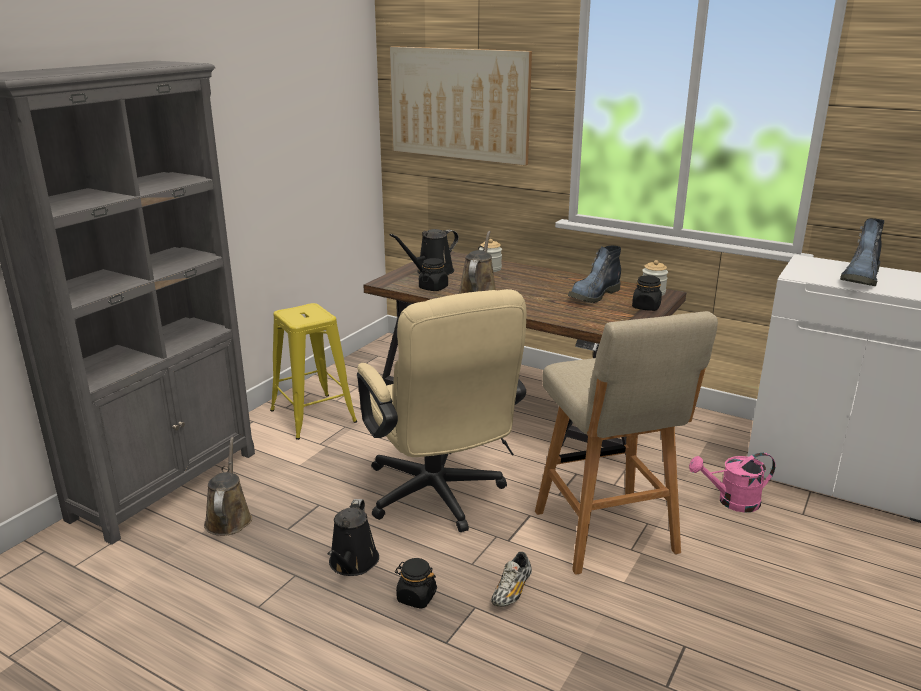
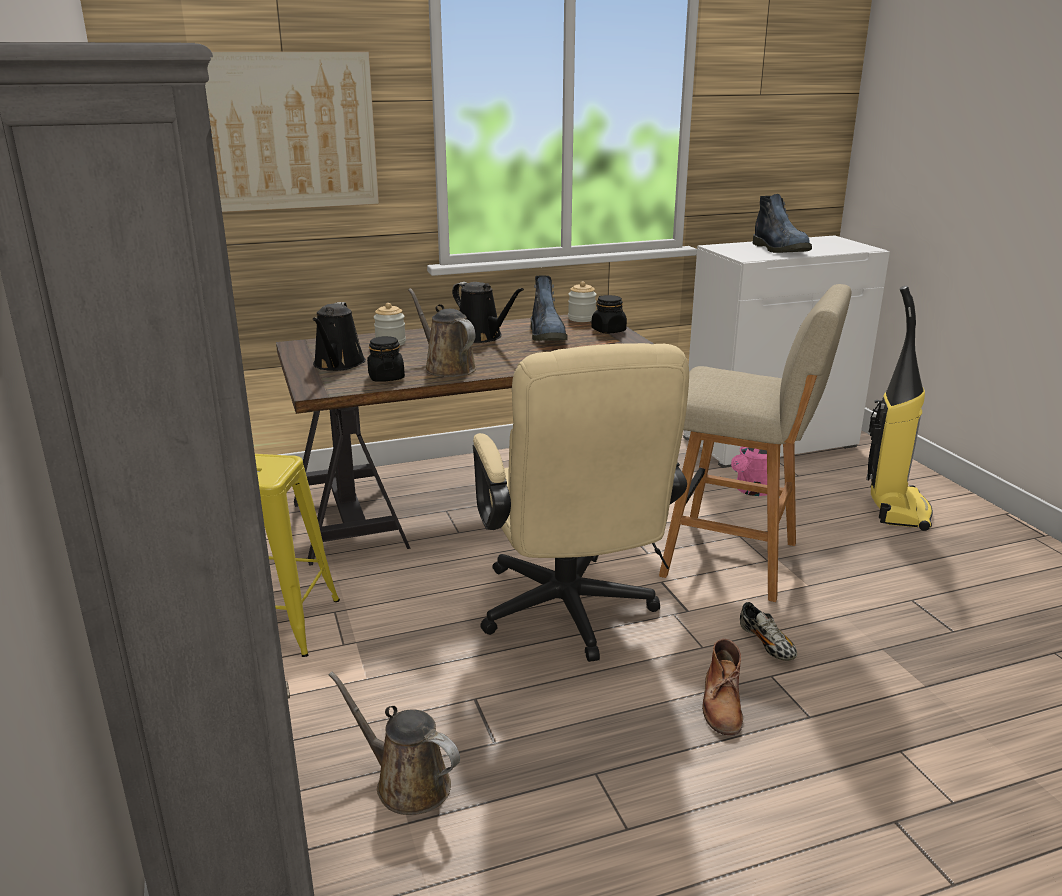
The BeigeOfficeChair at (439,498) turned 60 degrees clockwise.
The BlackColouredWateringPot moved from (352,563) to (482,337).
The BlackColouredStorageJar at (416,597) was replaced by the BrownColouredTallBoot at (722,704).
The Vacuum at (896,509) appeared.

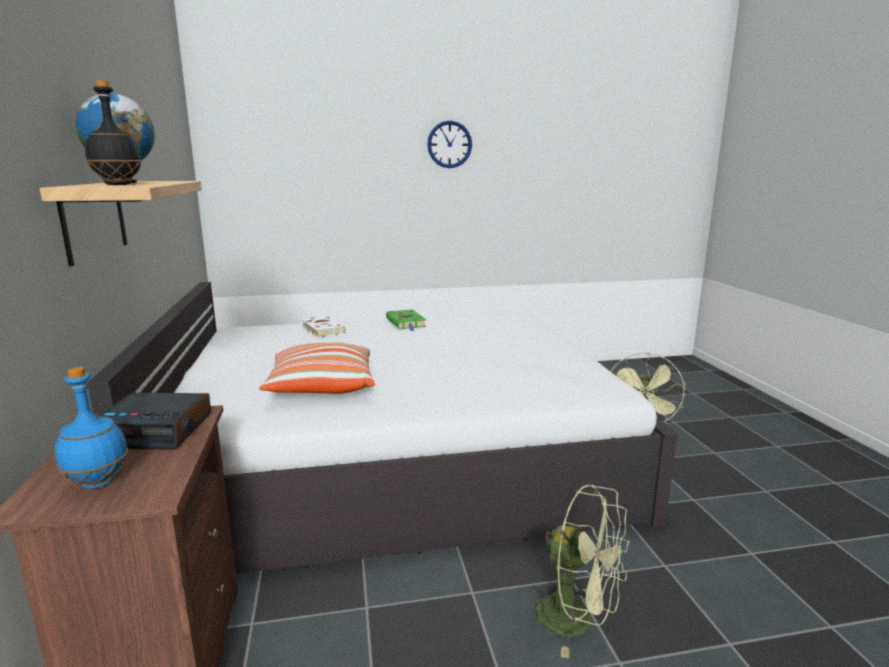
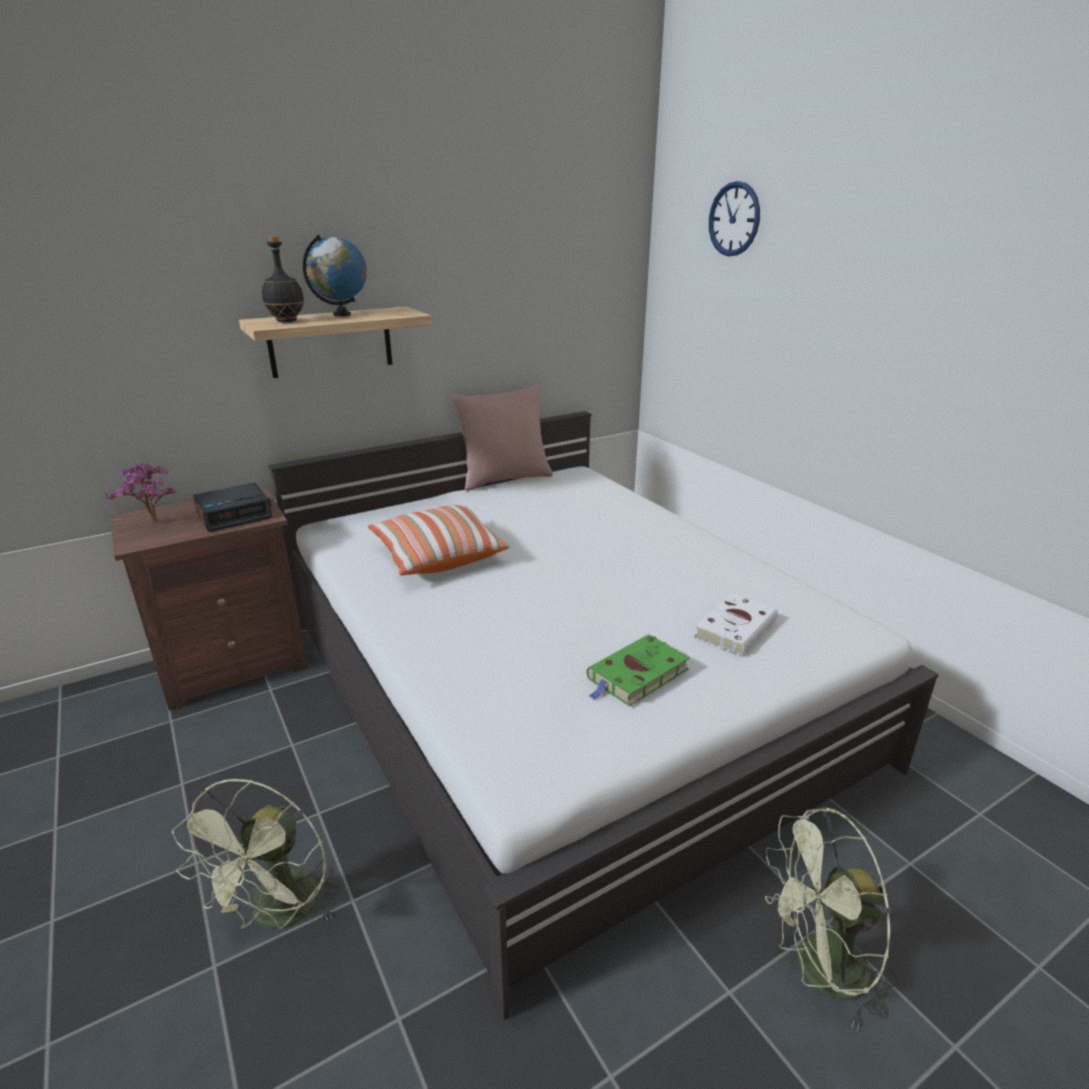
The ClockOnTheWall moved from (449,144) to (734,219).
The GreenColouredBook moved from (406,323) to (636,675).
The WhiteColouredBook moved from (322,329) to (736,627).
The BlueColouredBeverageBottle at (97,483) was replaced by the PlantInAPot at (154,524).
The BedsideClock at (158,430) turned 105 degrees counterclockwise.
The PinkThrowPillow at (504,479) appeared.

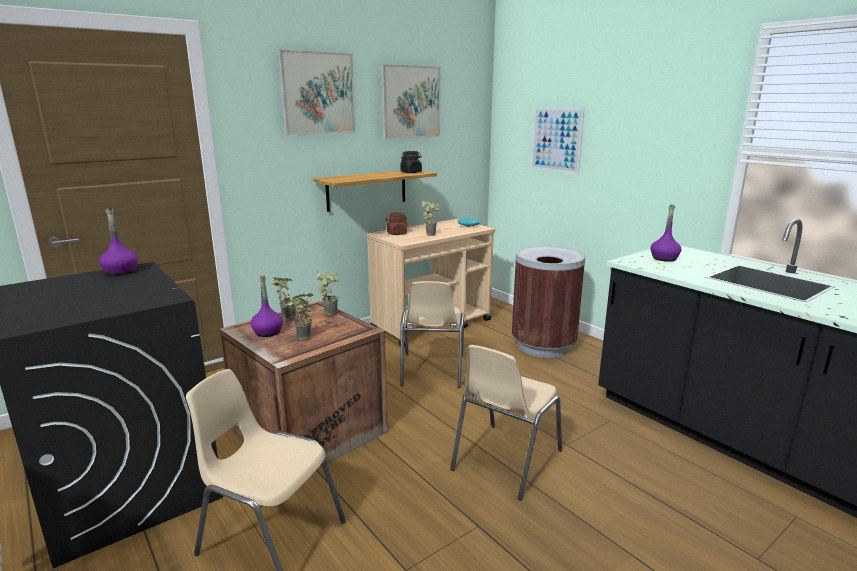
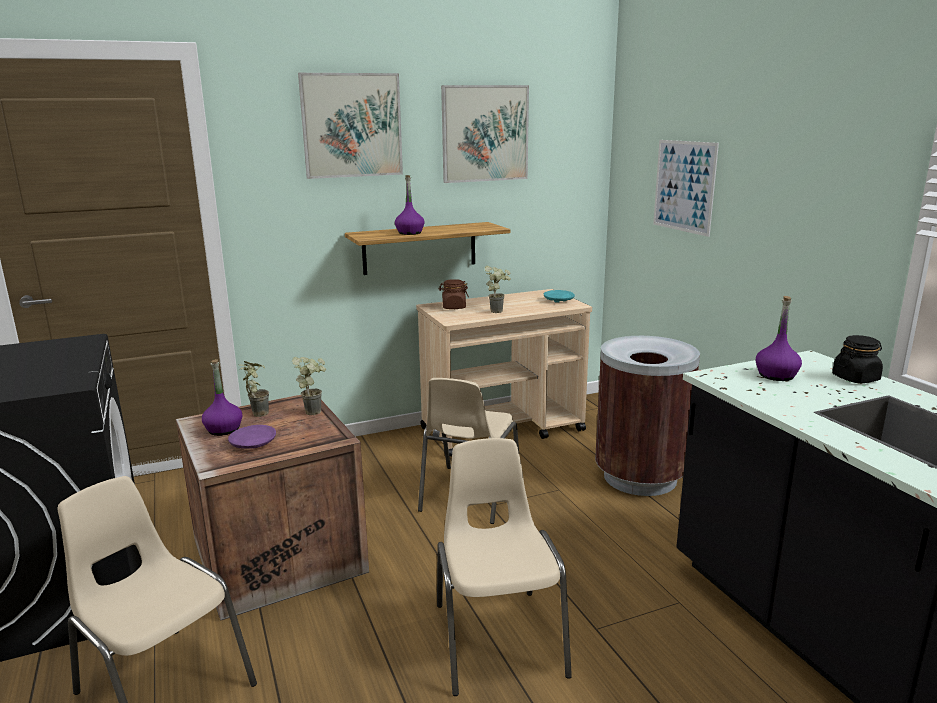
The BlackColouredStorageJar moved from (411,172) to (855,378).
The PurplishBeverageBottle moved from (121,272) to (409,233).
The PlantInAPot at (301,340) was replaced by the PurplishPlate at (253,444).
The BeigeUprightChair at (504,460) turned 120 degrees clockwise.

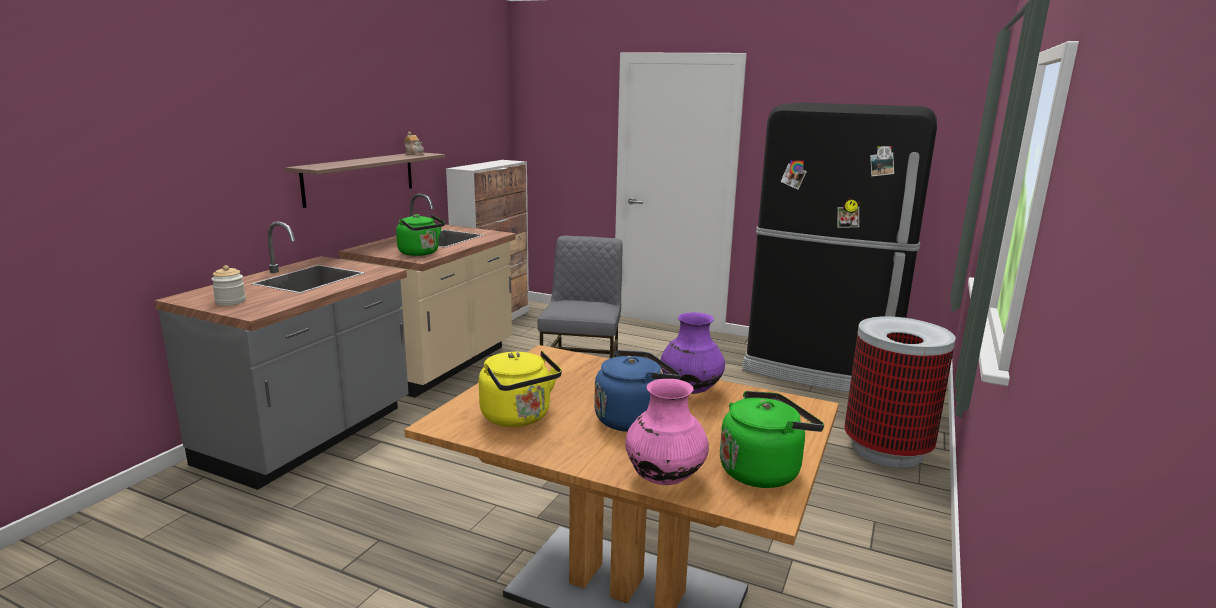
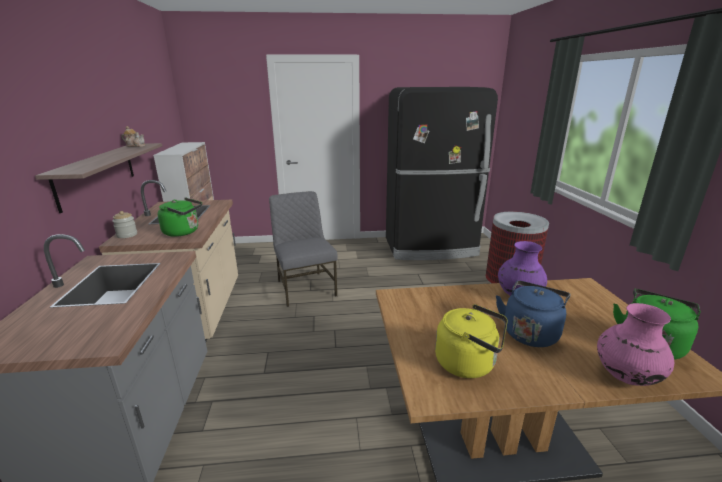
The StorageJar moved from (230,301) to (127,235).

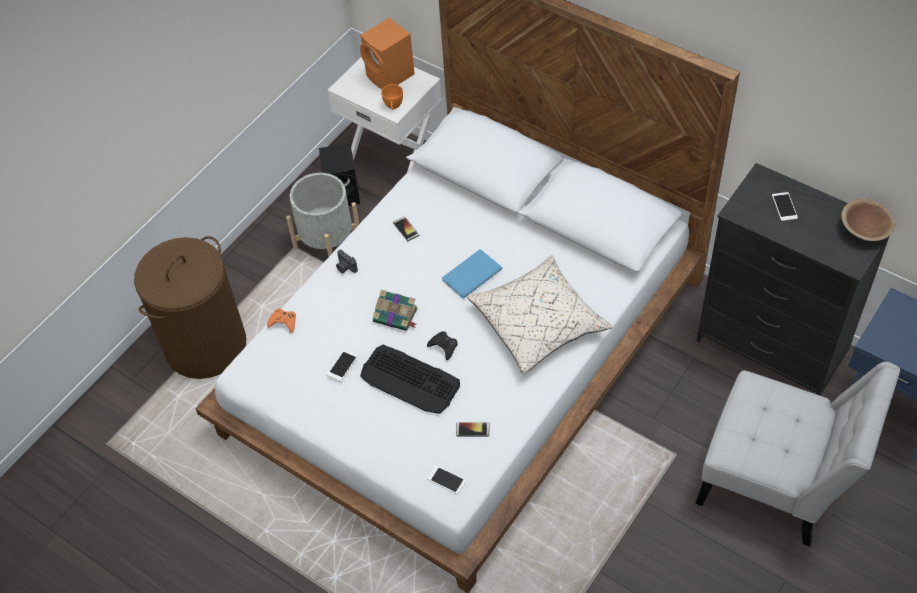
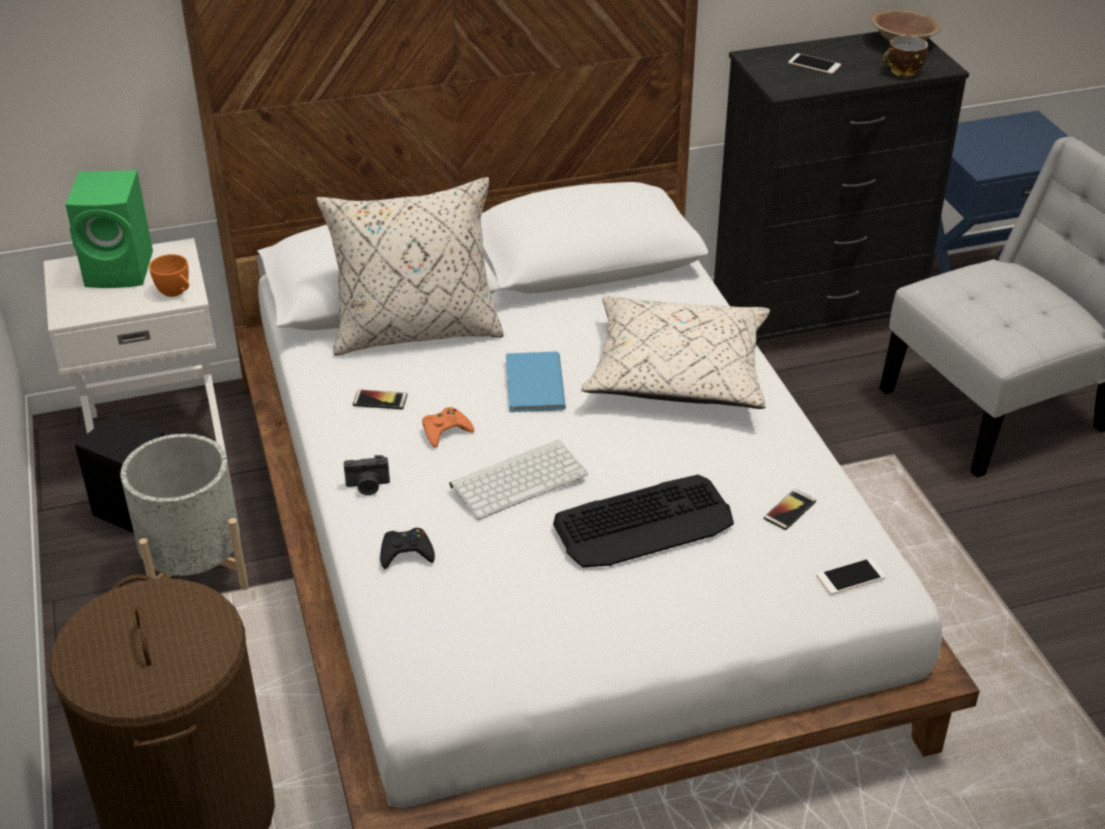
The OrangeyAudioSpeaker at (390,76) became the GreenColouredAudioSpeaker at (122,270).
The Book at (396,315) was replaced by the PcKeyboard at (519,478).
The OrangeyGameController moved from (283,322) to (445,431).
The BlackColouredGameController moved from (444,346) to (406,553).
The Telephone at (342,365) disappeared.
The Cup at (903,72) appeared.
The BeigeThrowPillow at (416,331) appeared.

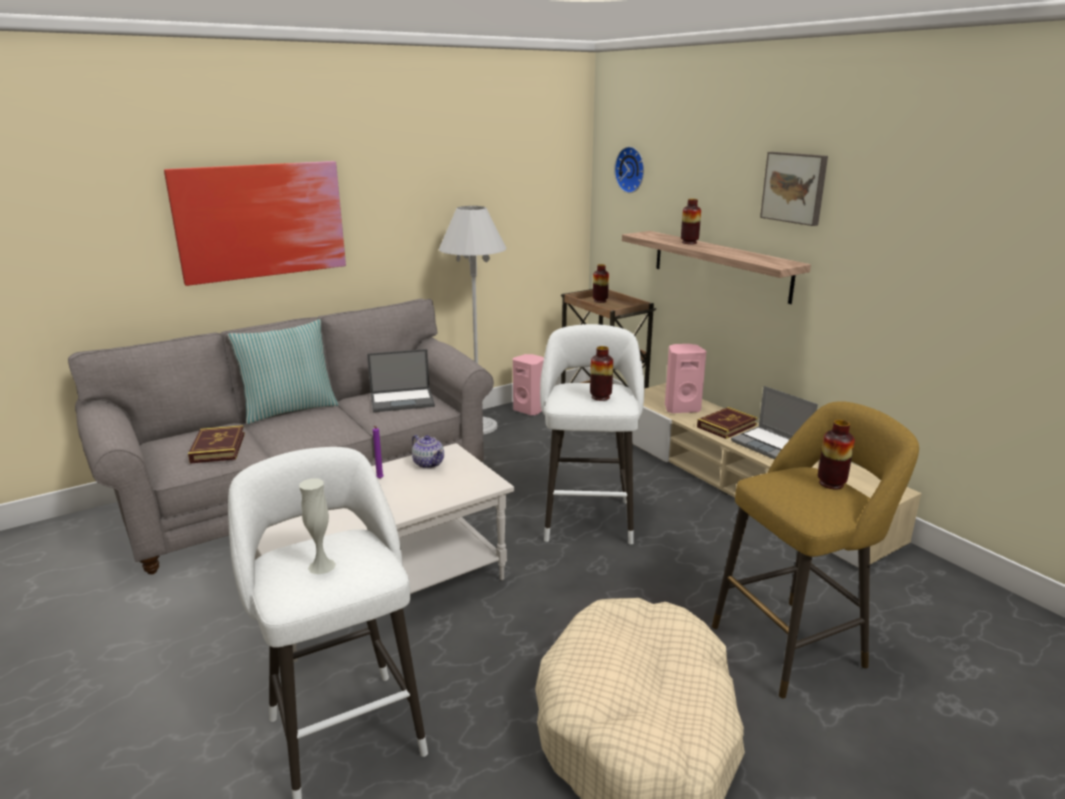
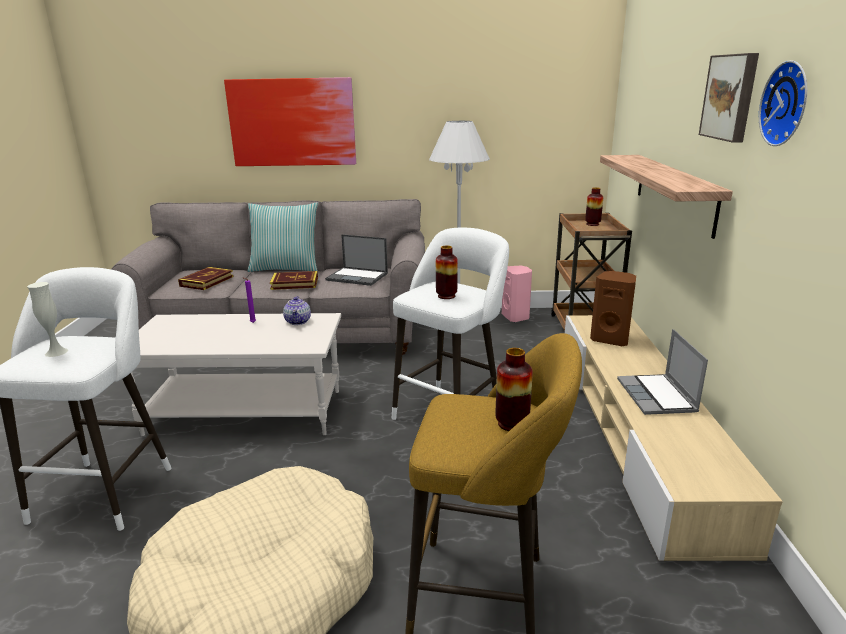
The ClockOnTheWall moved from (632,169) to (788,104).
The DecorativeVase at (689,243) disappeared.
The PinkAudioSpeaker at (681,408) became the BrownColouredAudioSpeaker at (610,339).
The Book moved from (726,426) to (294,283).

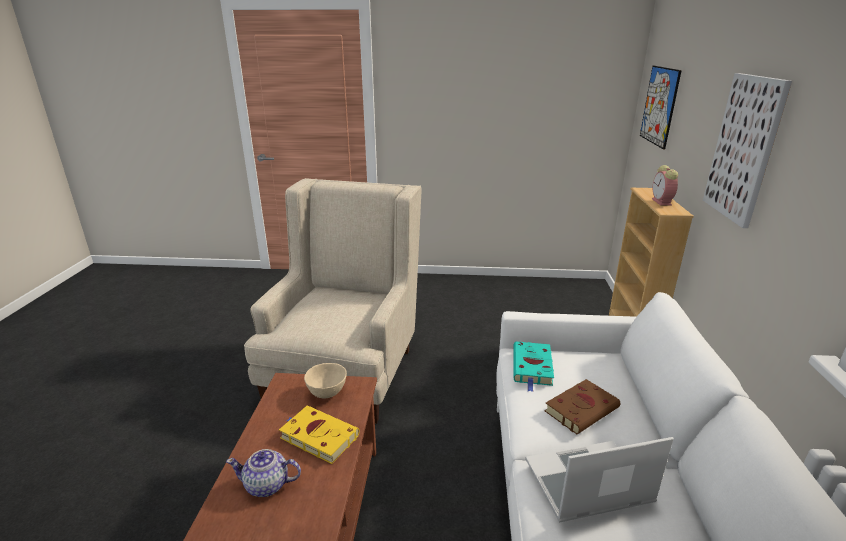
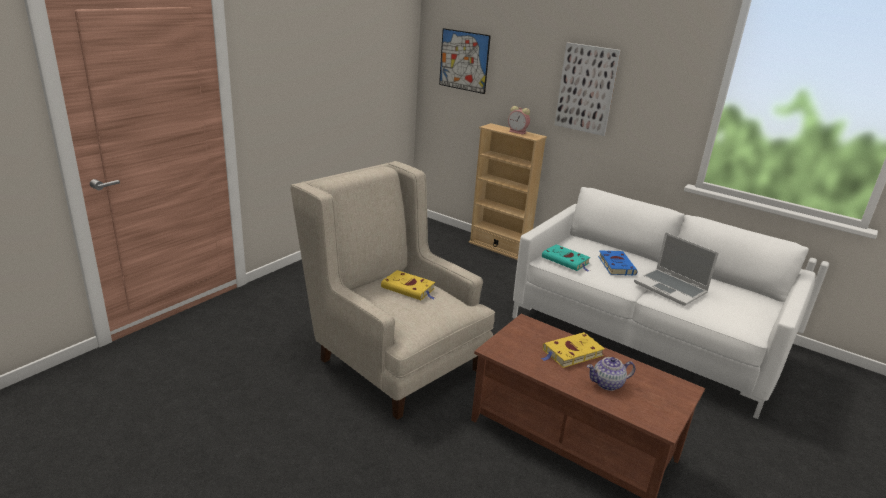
The BeigeDeepDish at (328,392) disappeared.
The BrownColouredBook at (582,409) became the BlueColouredBook at (615,265).
The Laptop at (587,484) turned 60 degrees counterclockwise.
The Teapot at (267,485) turned 45 degrees clockwise.
The YellowishBook at (409,289) appeared.

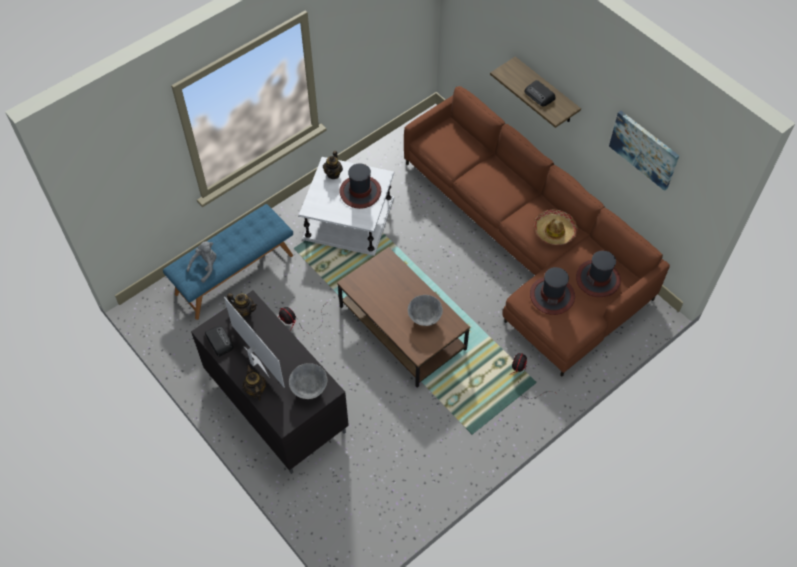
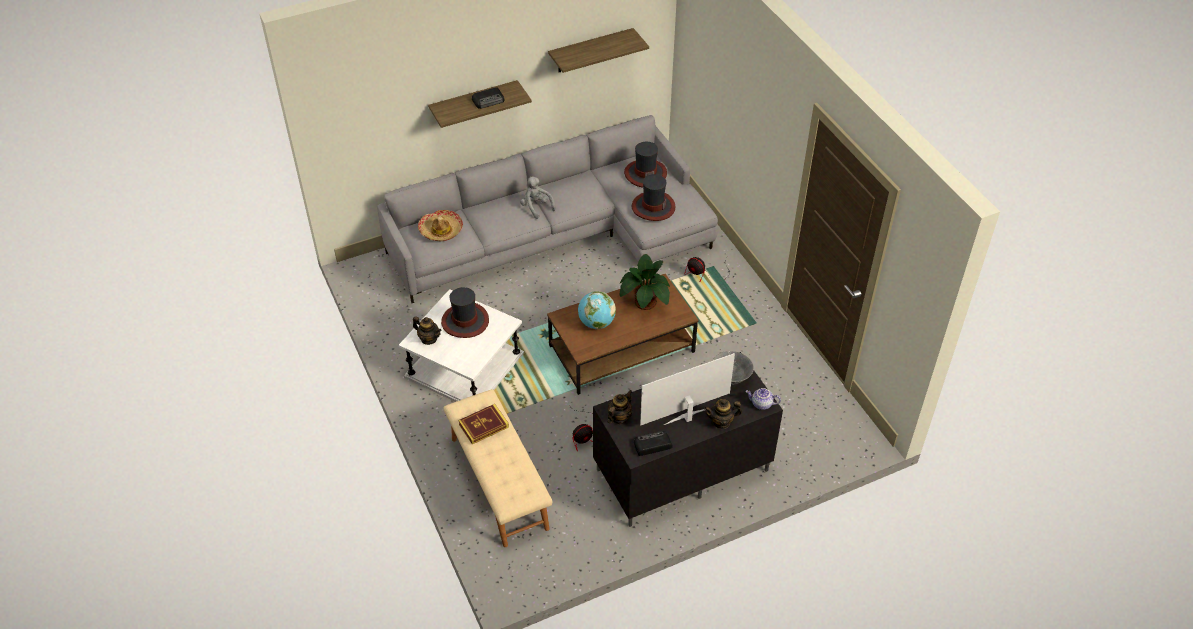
The BrownColouredSettee at (527,246) became the GreySettee at (558,236).
The WallPicture at (644,149) was replaced by the WallShelf at (591,51).
The BlueColouredBench at (234,274) became the BeigeBench at (498,483).
The ClothingHat moved from (554,231) to (441,230).
The GreySoftToy moved from (205,266) to (536,207).
The GreyDeepDish at (424,318) was replaced by the PlantInAPot at (645,303).
The Globe at (596,323) appeared.
The Teapot at (761,404) appeared.
The Book at (483,426) appeared.

